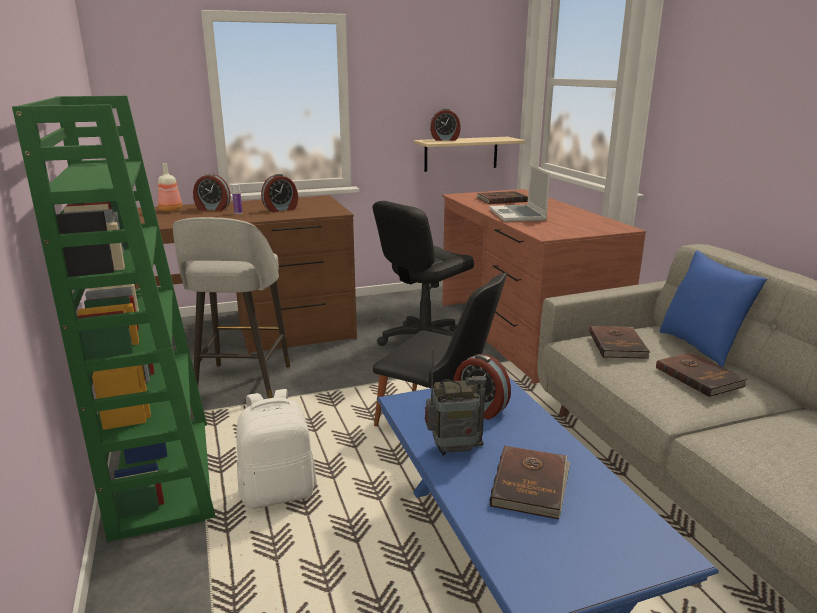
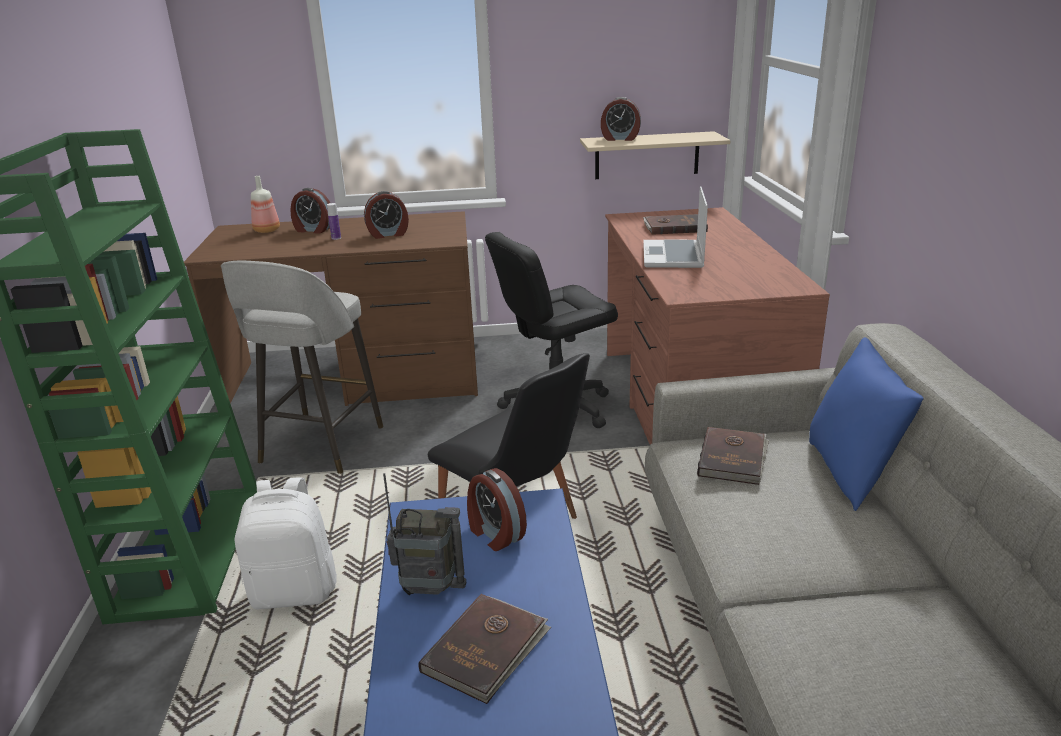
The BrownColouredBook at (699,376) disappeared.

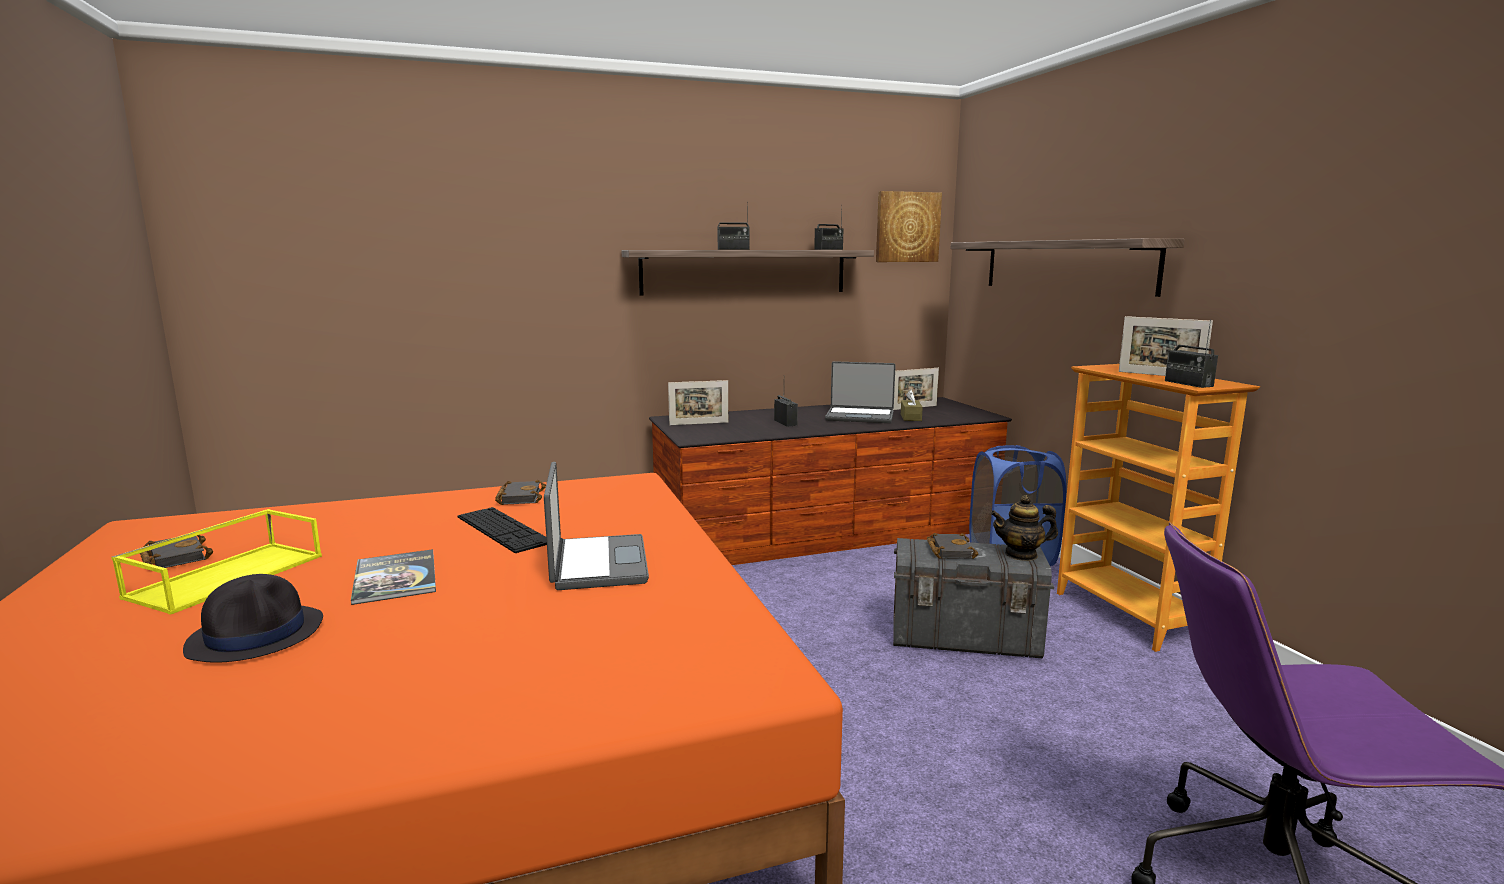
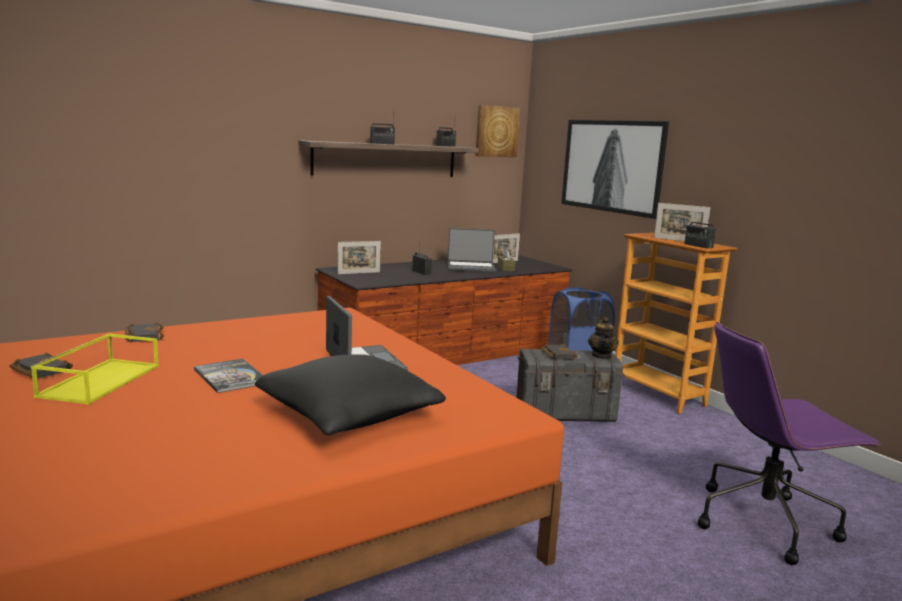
The WallShelf at (1065,265) was replaced by the WallPicture at (611,166).
The BlackColouredBook moved from (519,497) to (143,336).
The Teapot at (1021,555) turned 75 degrees counterclockwise.
The PcKeyboard at (503,529) disappeared.
The BlackColouredClothingHat at (257,634) disappeared.
The BlackColouredThrowPillow at (348,415) appeared.

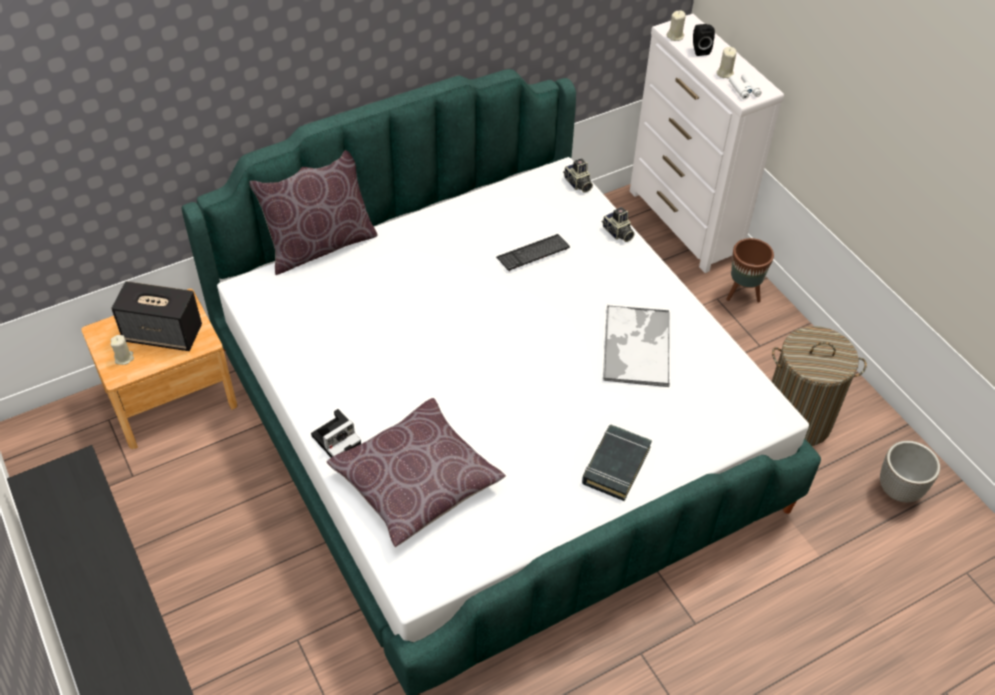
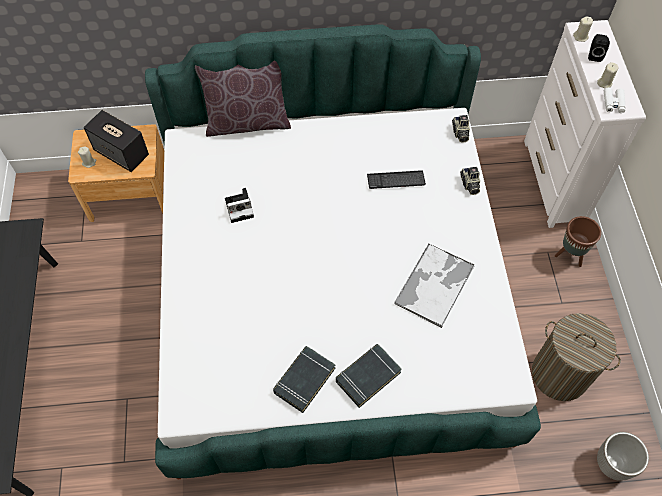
The BrownColouredThrowPillow at (416,482) disappeared.
The StillCamera moved from (337,439) to (240,207).
The BlackColouredBook at (304,380) appeared.

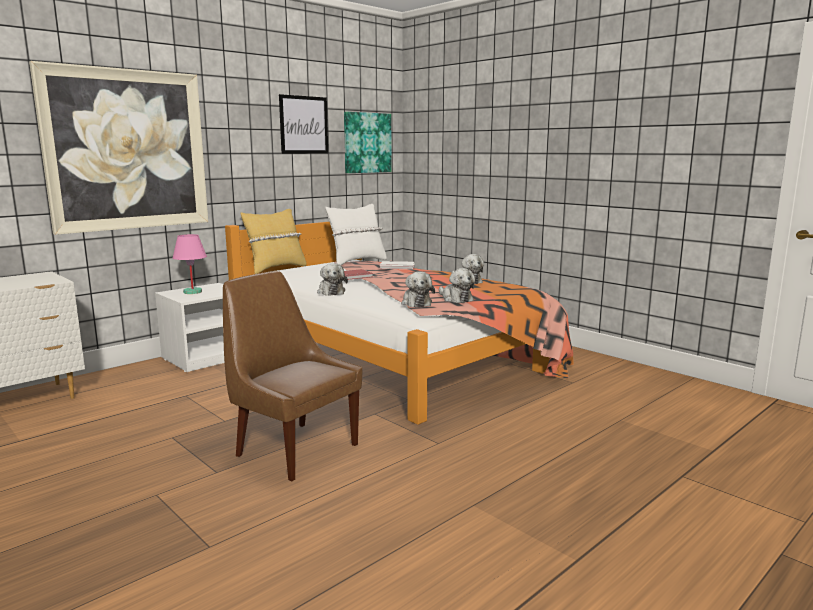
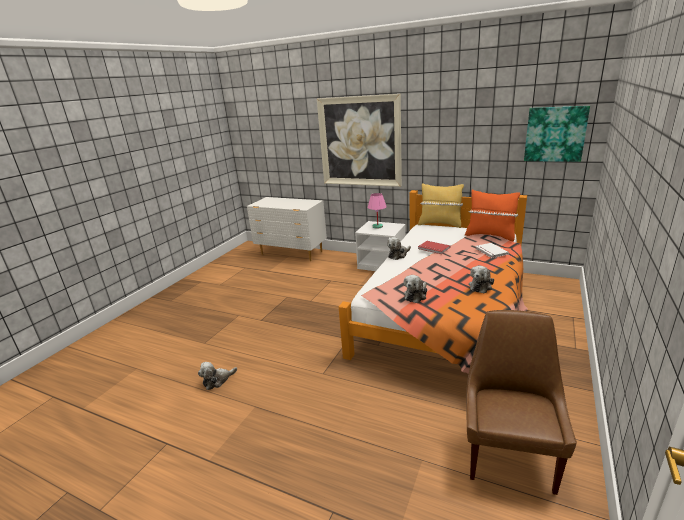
The WallPicture at (304,125) disappeared.
The WhiteColouredThrowPillow at (357,261) became the OrangeyThrowPillow at (490,236).
The BrownColouredUprightChair moved from (294,449) to (508,454).
The SoftToy moved from (416,303) to (217,380).

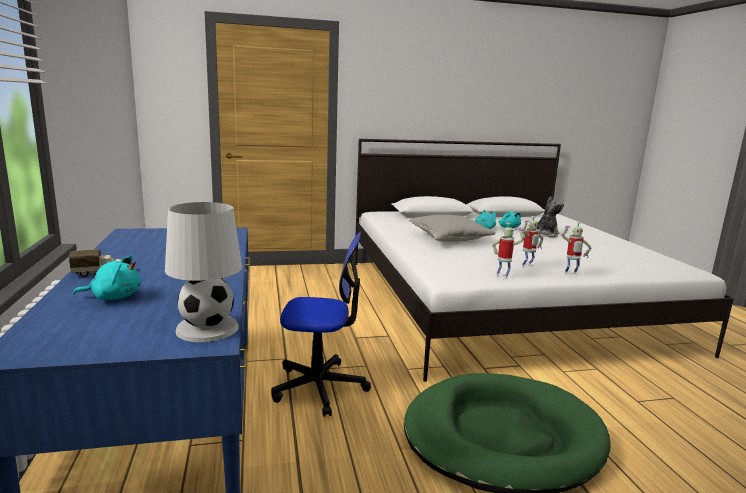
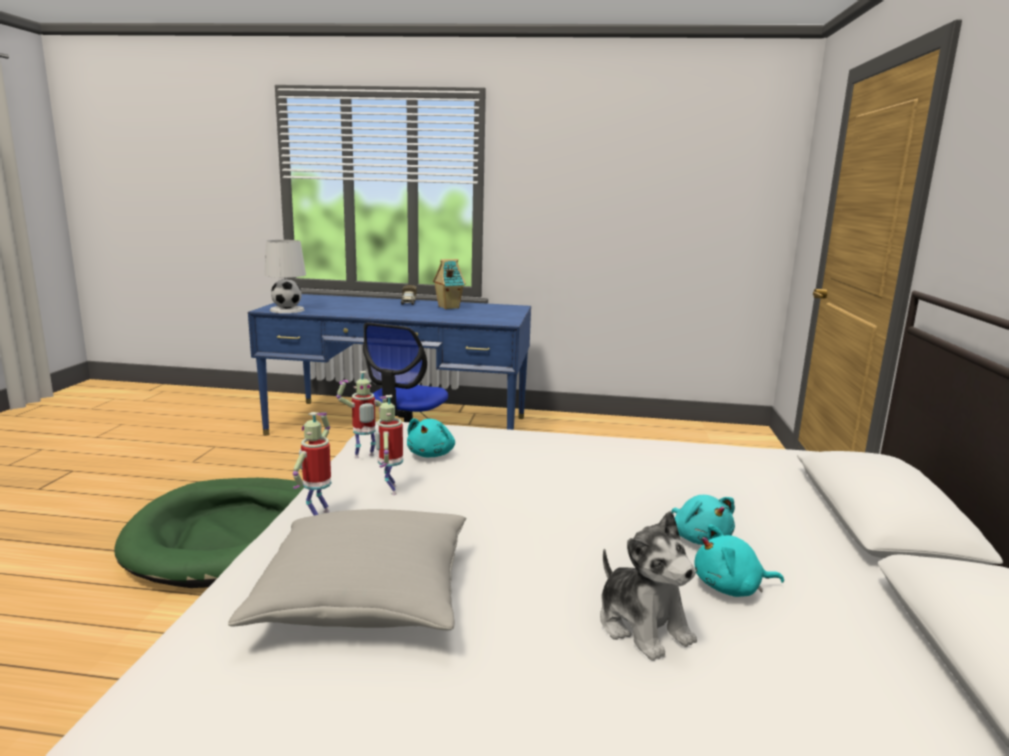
The GreyThrowPillow moved from (449,239) to (364,597).
The TurquoiseSoftToy moved from (114,297) to (431,454).
The MiniatureHouse at (448,307) appeared.

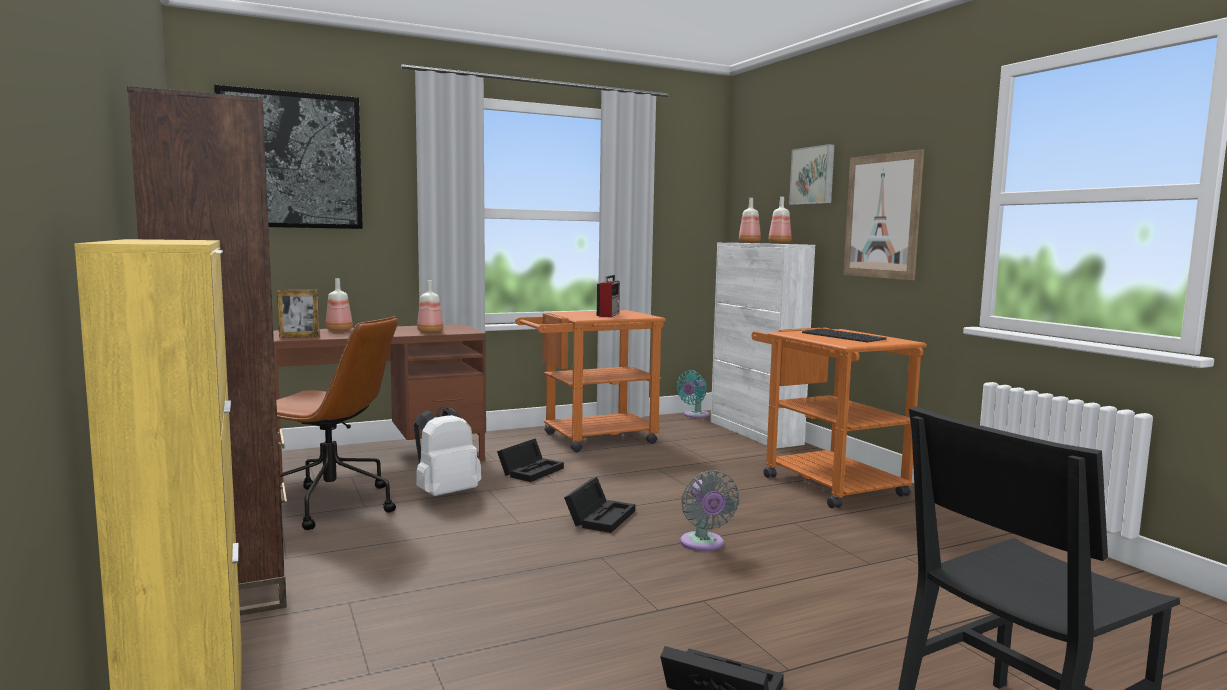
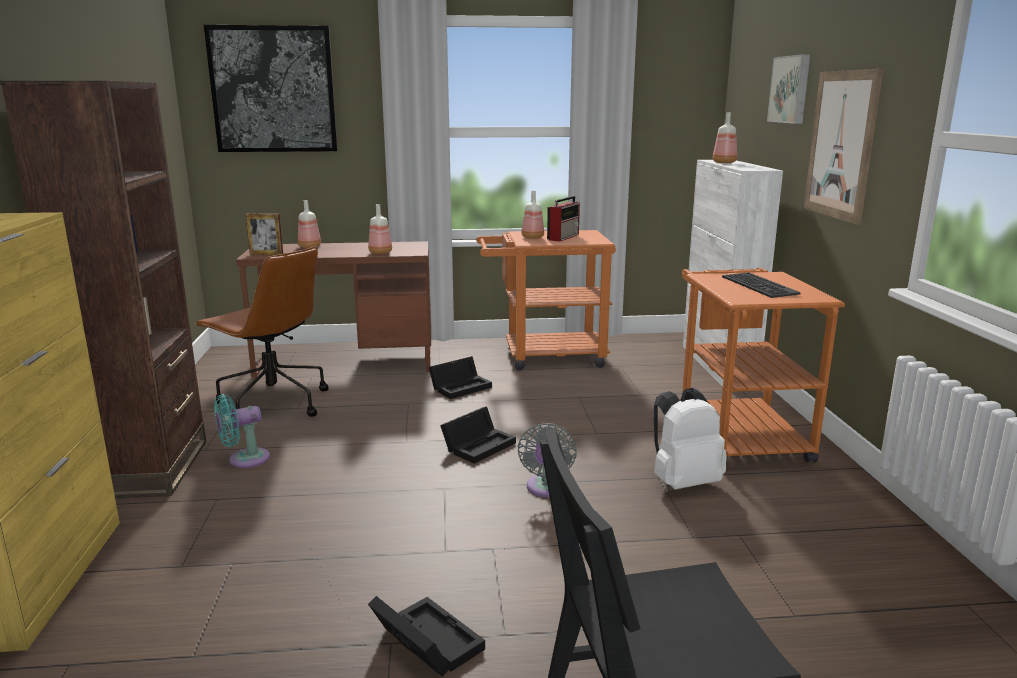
The BeverageBottle moved from (779,243) to (532,237).
The TurquoiseCoolingFan moved from (694,415) to (244,460).
The WhiteColouredKnapsack moved from (445,494) to (683,482).

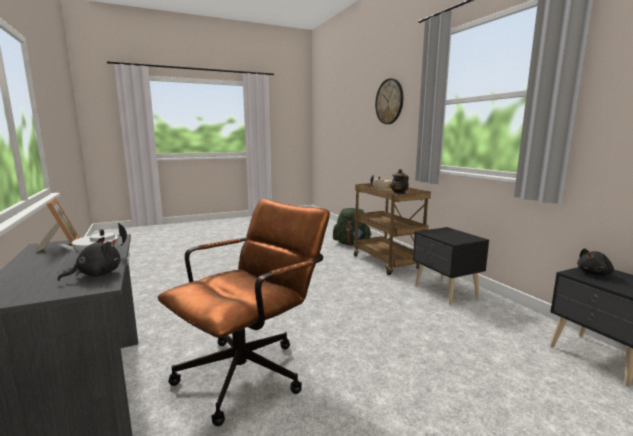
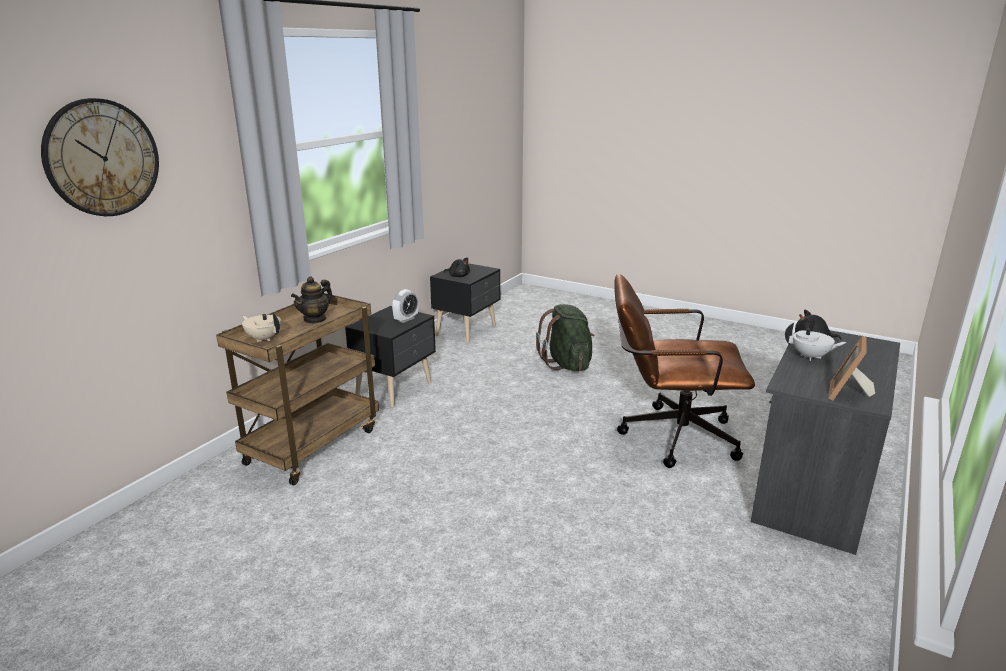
The GreenColouredKnapsack moved from (351,244) to (567,364).
The BedsideClock at (406,319) appeared.

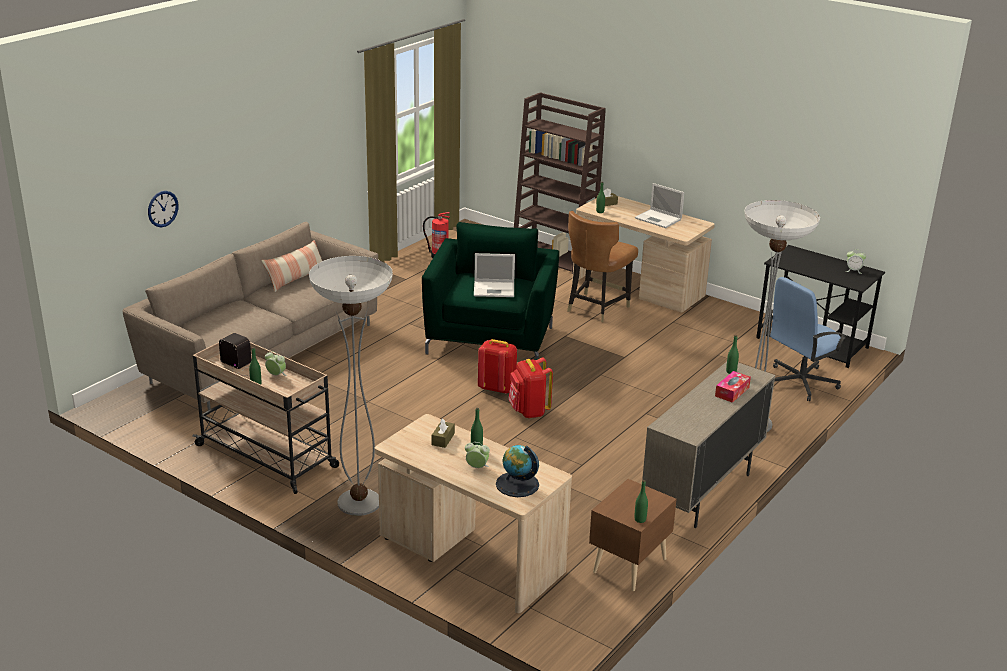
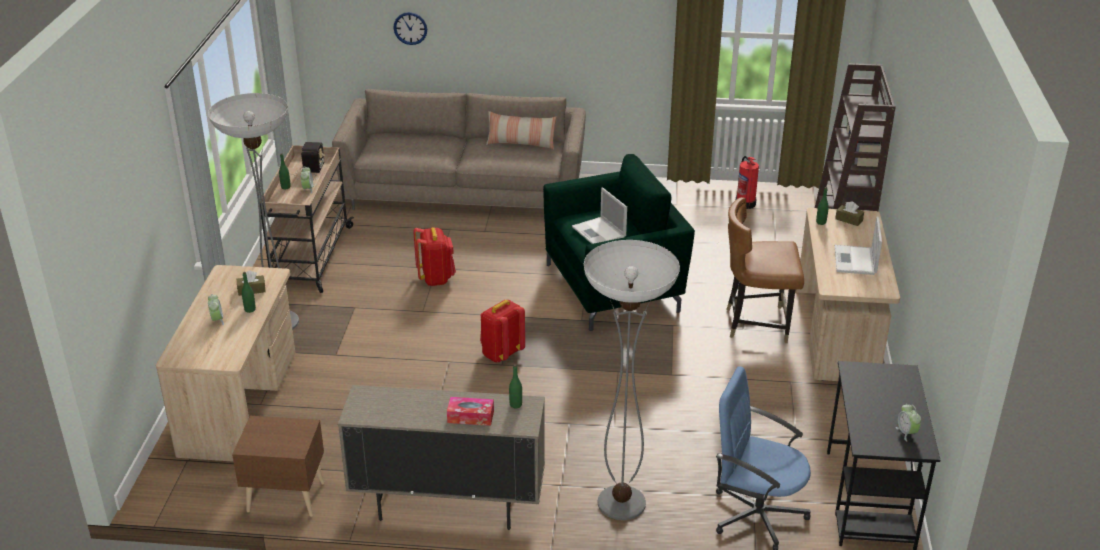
The RedColouredKnapsack moved from (497,388) to (436,278).
The Globe at (517,484) disappeared.
The GreenColouredBeverageBottle at (640,519) disappeared.

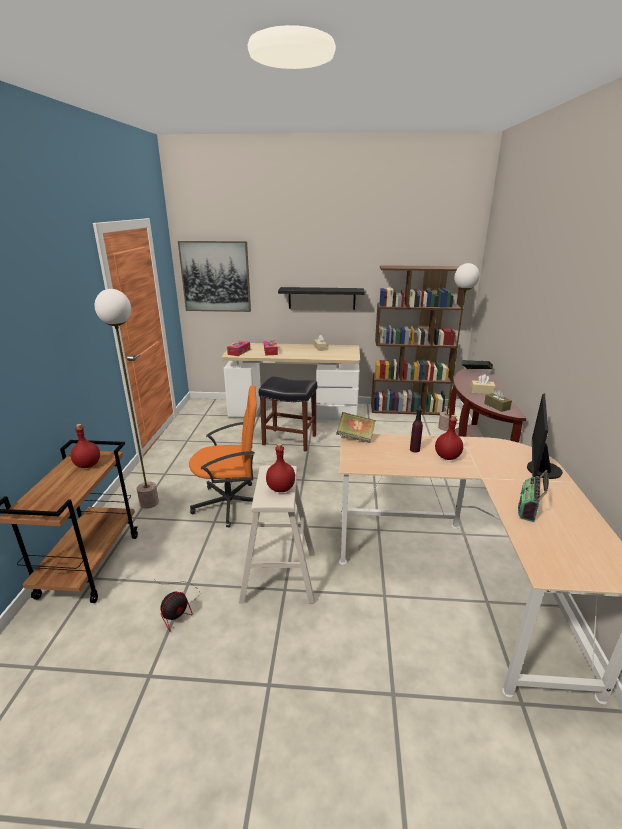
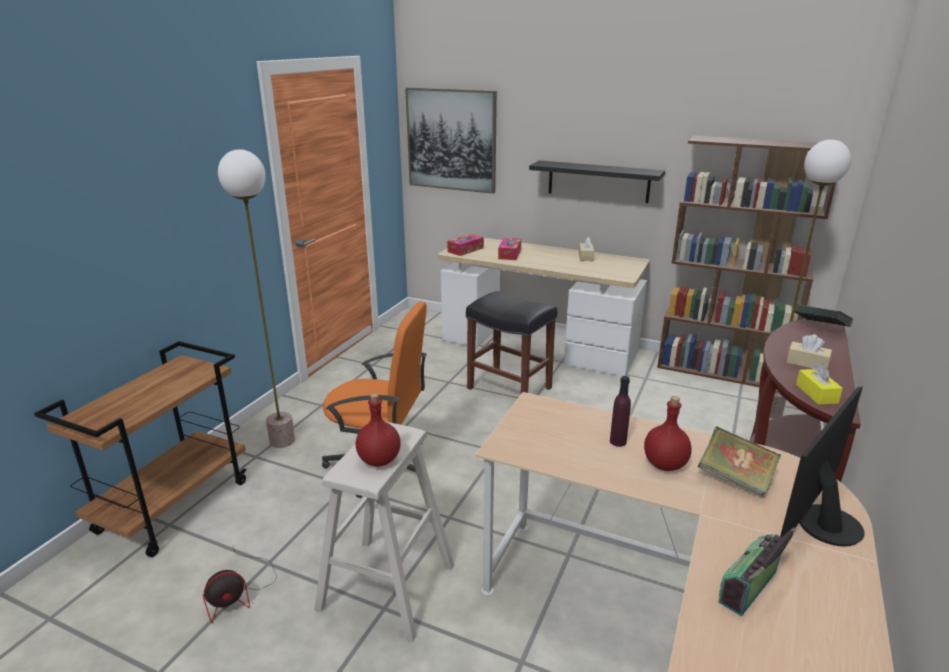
The BrownColouredBoxOfTissues at (496,406) became the YellowishBoxOfTissues at (816,393).
The Book moved from (355,437) to (735,479).
The RedColouredBeverageBottle at (88,465) disappeared.

